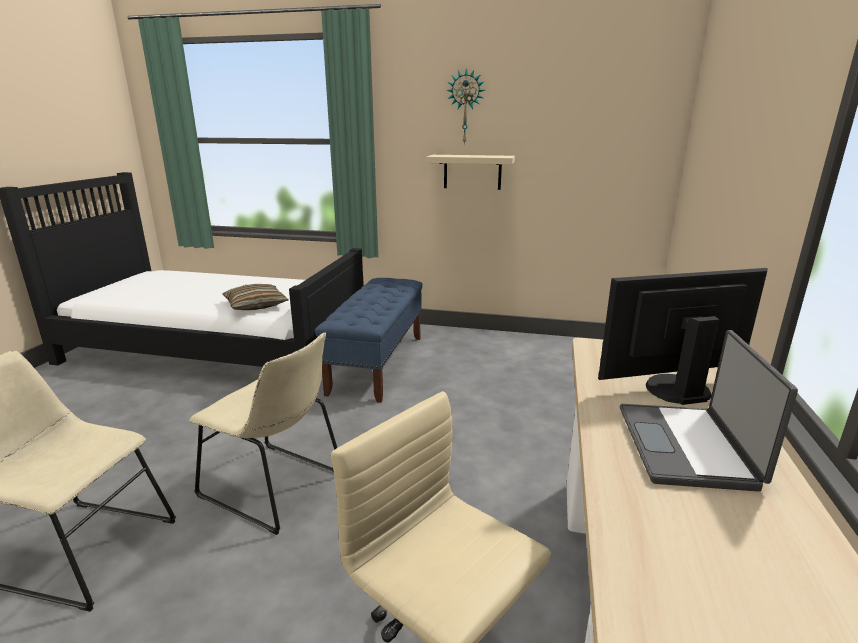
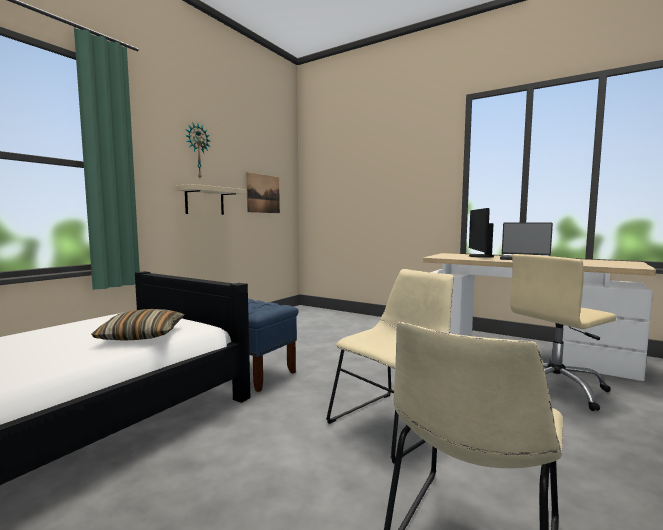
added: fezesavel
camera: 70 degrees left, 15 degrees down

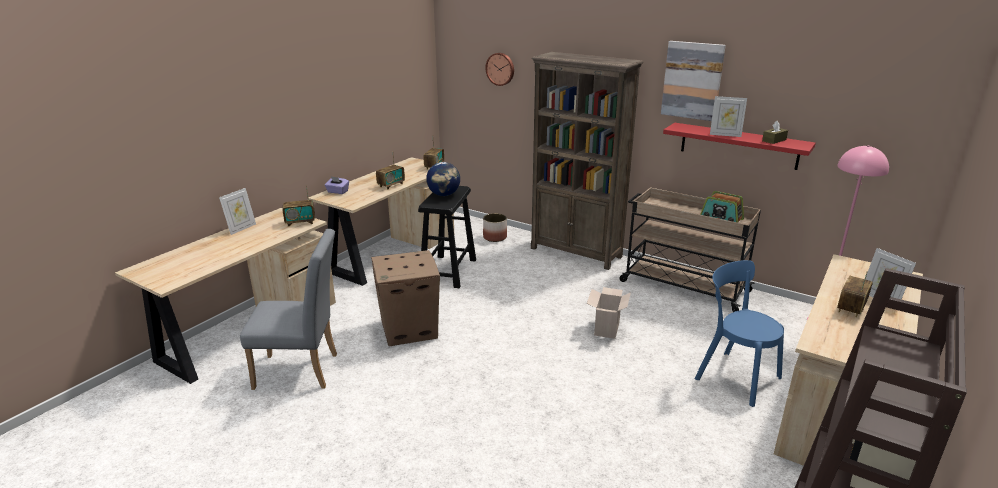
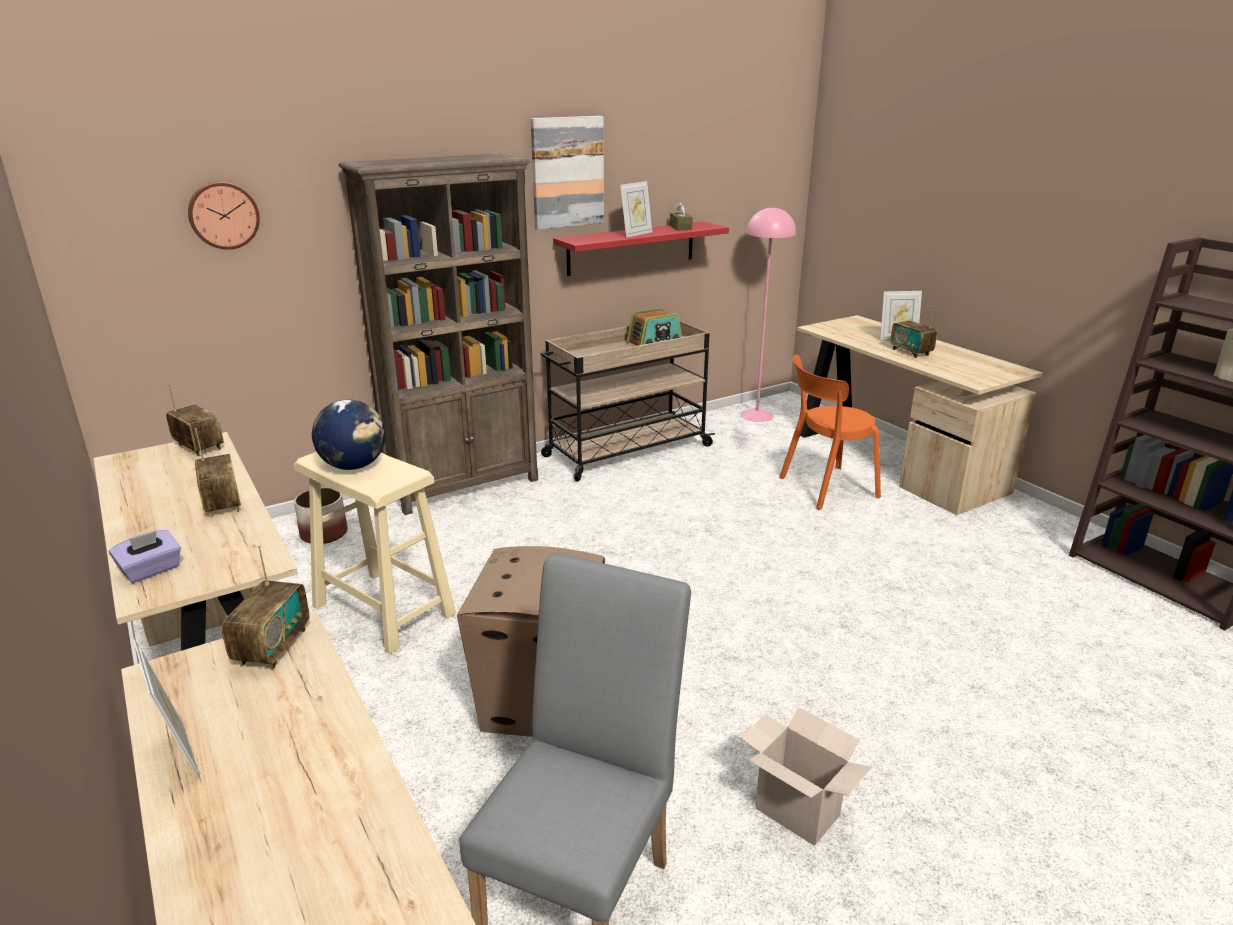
moved: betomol (2nd from left)
recoloured: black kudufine to beige kudufine; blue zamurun to orange zamurun
camera: 65 degrees left, 0 degrees up

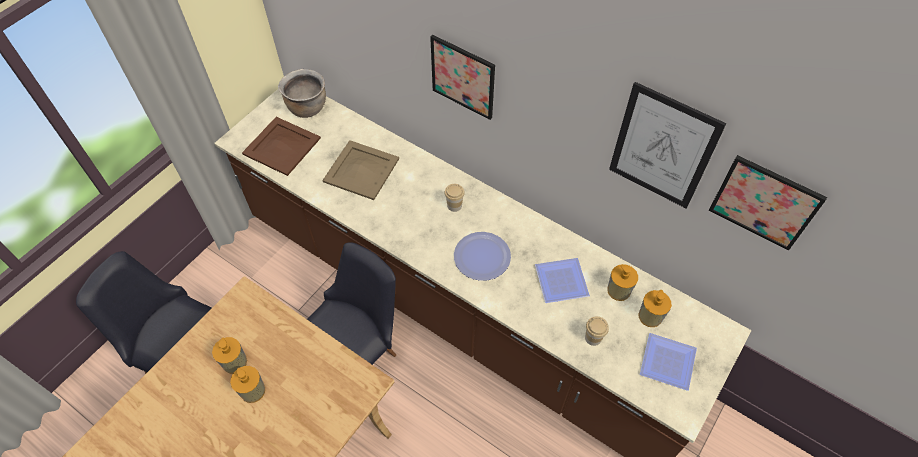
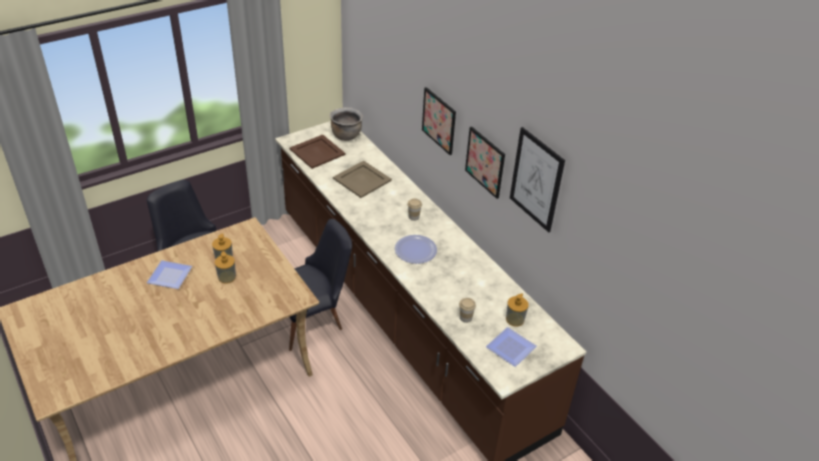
removed: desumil (3rd from left)
moved: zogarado (2nd from left in the first image) to zogarado (1st from left); fezesavel (3rd from left in the first image) to fezesavel (2nd from left)
camera: 20 degrees right, 15 degrees down

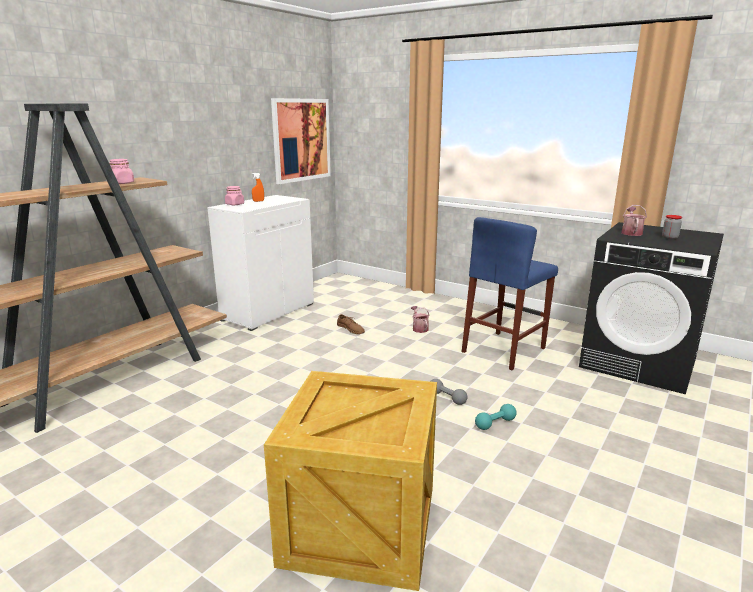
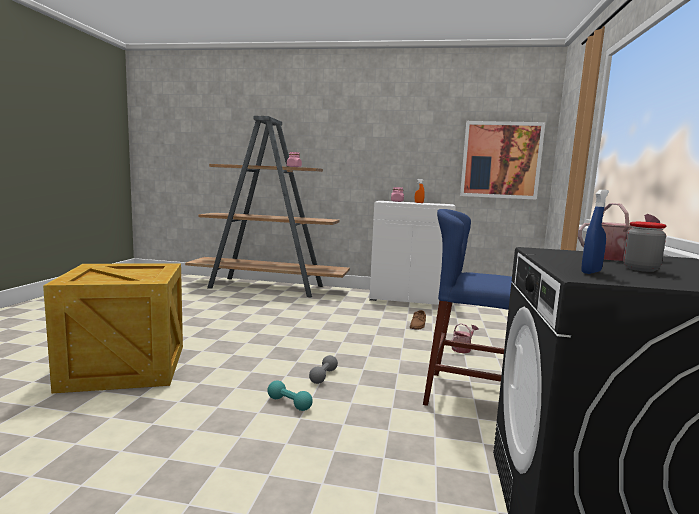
added: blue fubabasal
camera: 65 degrees right, 10 degrees down

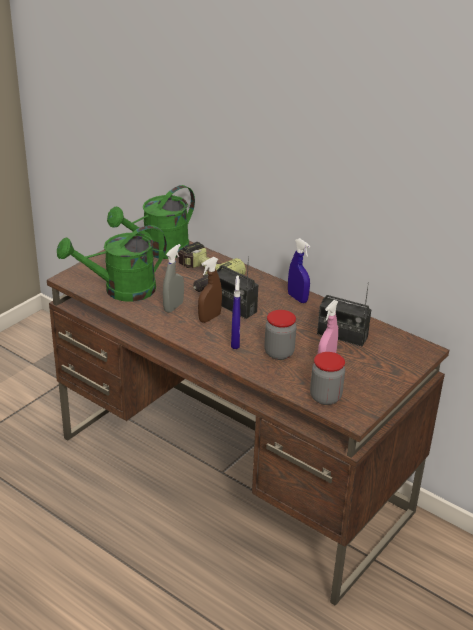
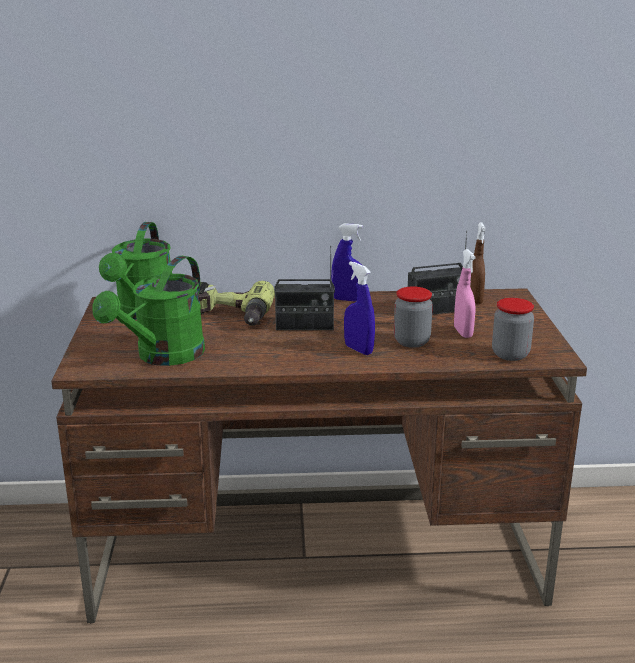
removed: grey fubabasal
moved: brown fubabasal
camera: 40 degrees left, 10 degrees down

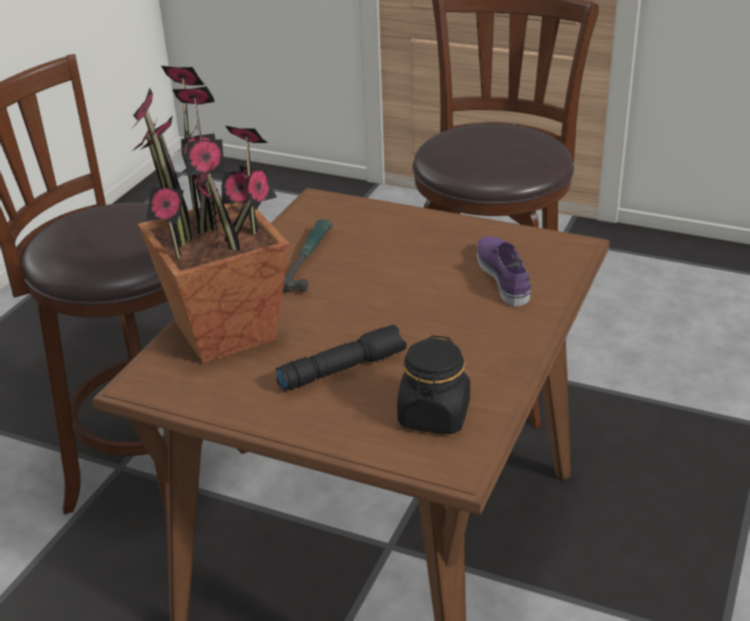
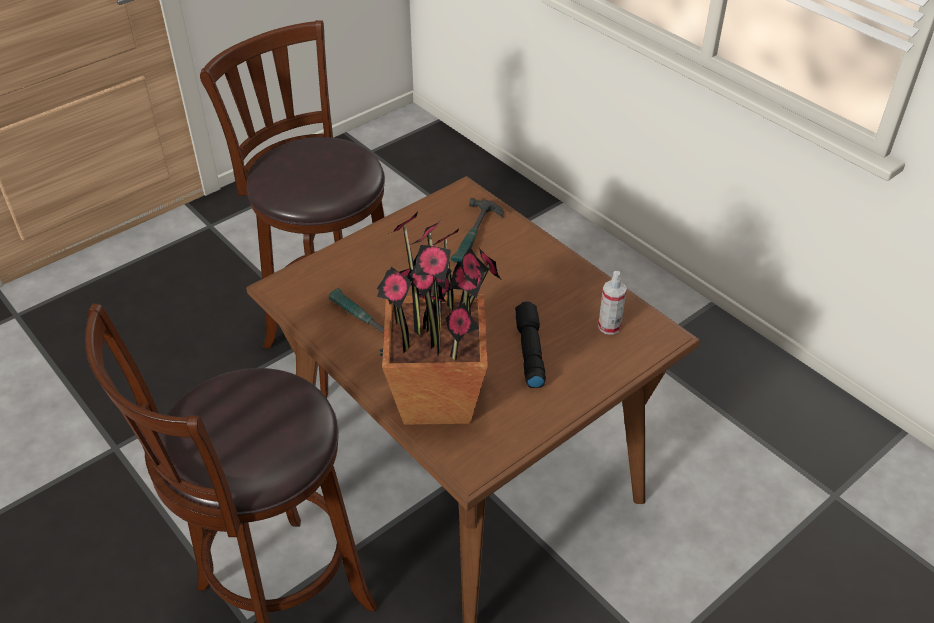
replaced: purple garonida to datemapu (2nd from left); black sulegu to fubabasal
camera: 65 degrees left, 10 degrees up

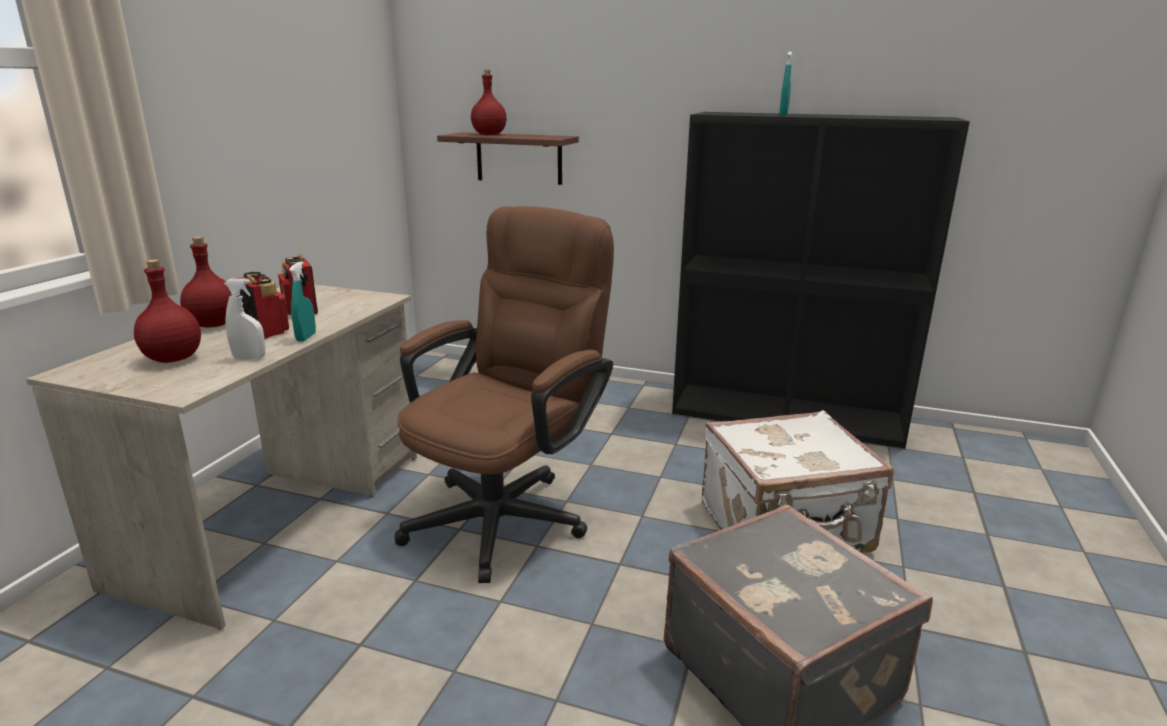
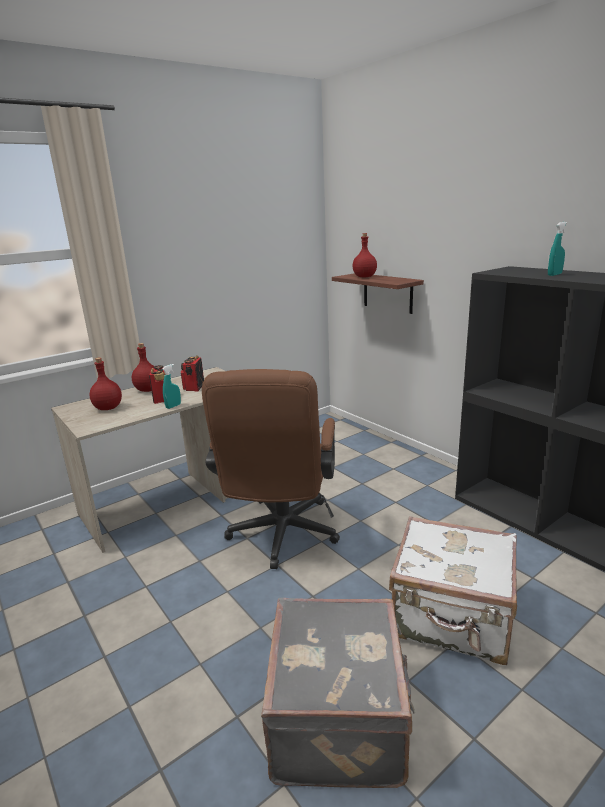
removed: white fubabasal
turned: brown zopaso 120 degrees clockwise
camera: 35 degrees right, 0 degrees up

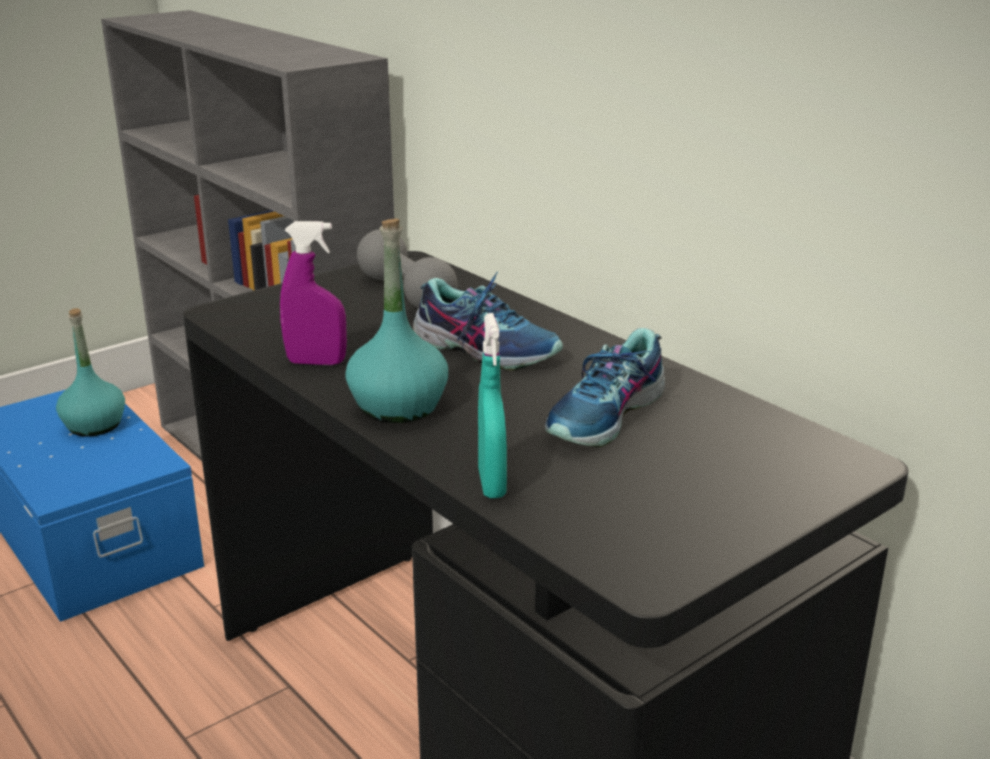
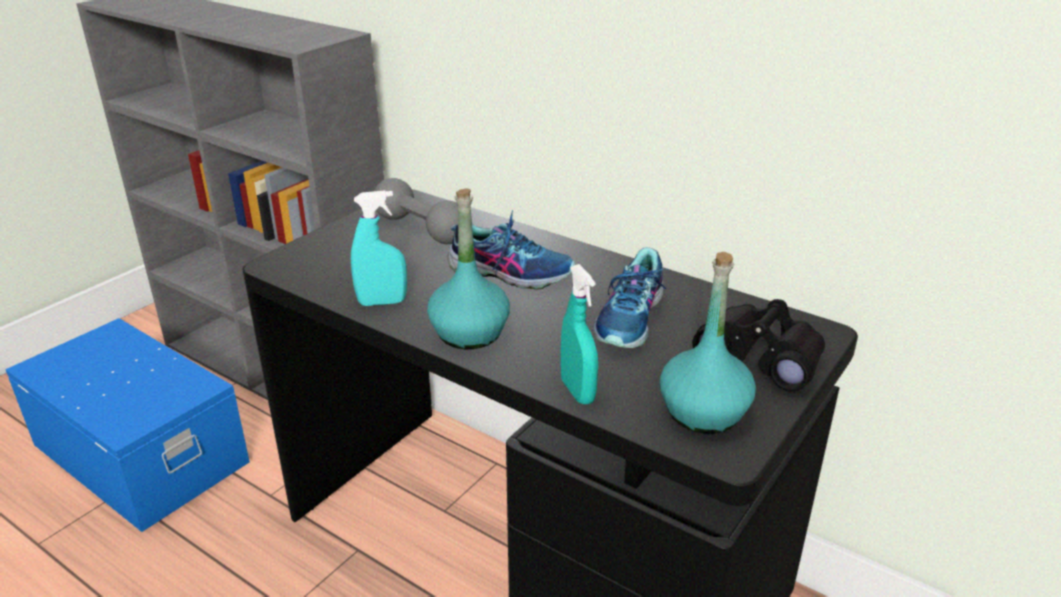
added: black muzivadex
moved: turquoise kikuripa (1st from left in the first image) to turquoise kikuripa (2nd from left)
recoloured: purple fubabasal to turquoise fubabasal (1st from left)
camera: 15 degrees left, 5 degrees up

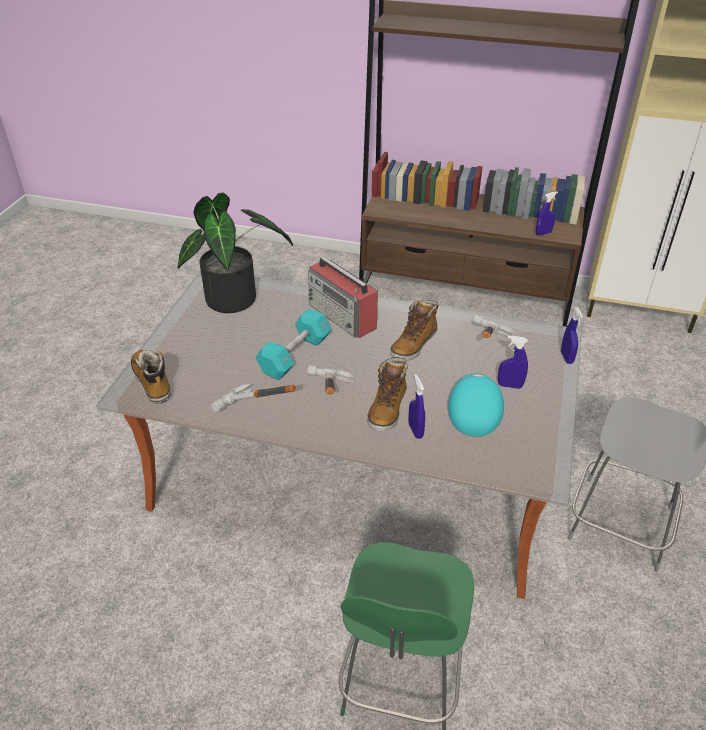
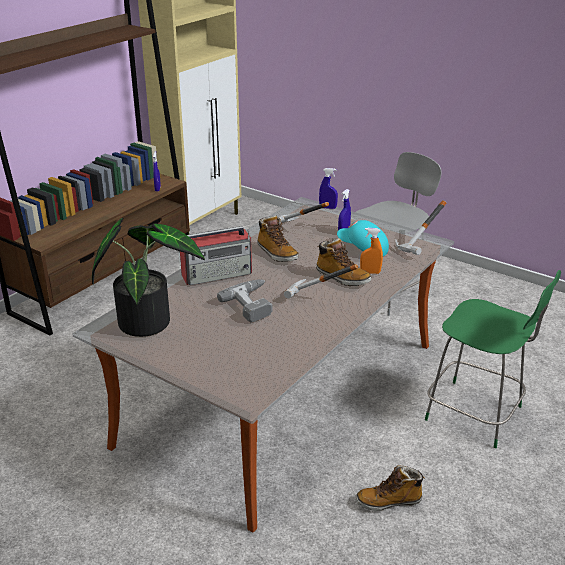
moved: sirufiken (1st from left in the first image) to sirufiken (3rd from left); datemapu (1st from left in the first image) to datemapu (3rd from left)
replaced: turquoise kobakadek to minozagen
recoloured: blue fubabasal (1st from left) to orange fubabasal
camera: 70 degrees left, 10 degrees down

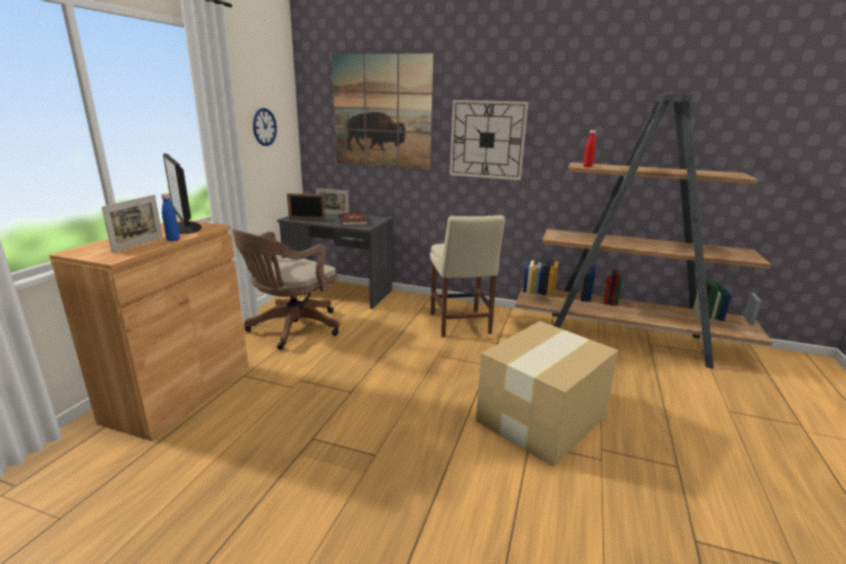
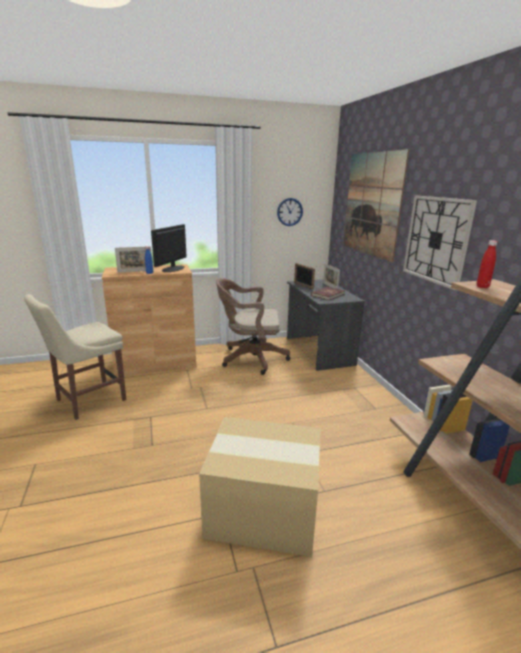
moved: beige zamurun
camera: 55 degrees right, 0 degrees up

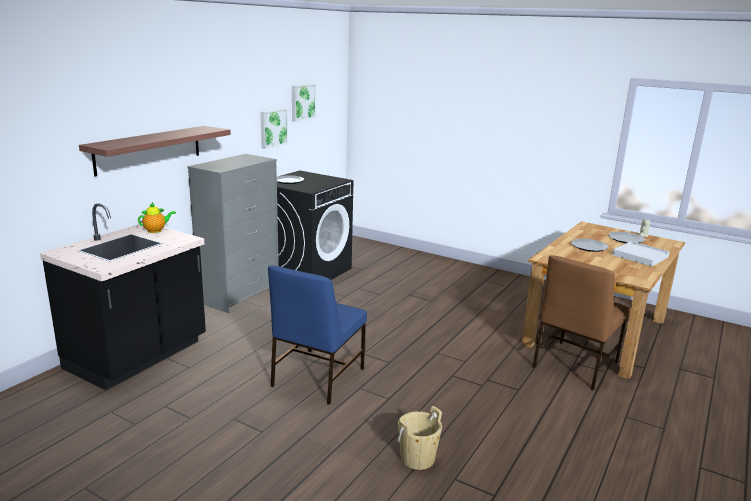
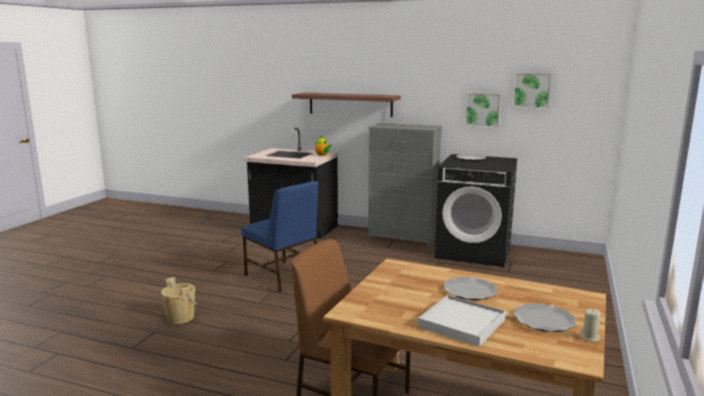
turned: blue zamurun 150 degrees counterclockwise
camera: 80 degrees right, 5 degrees down

